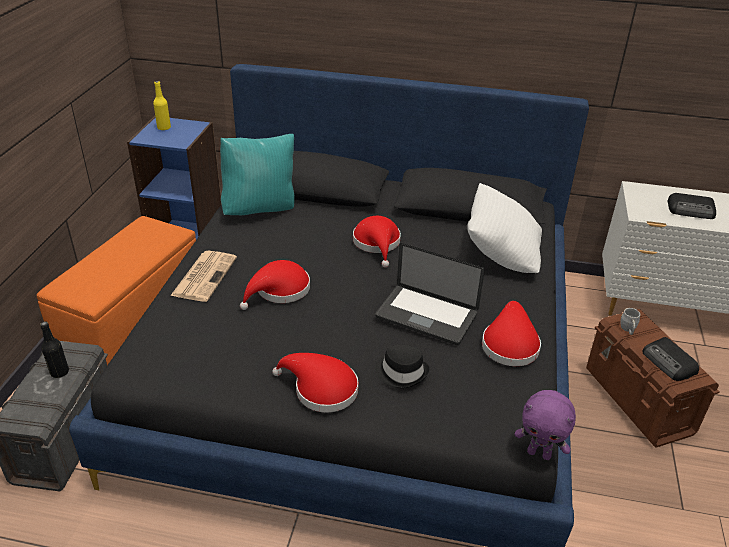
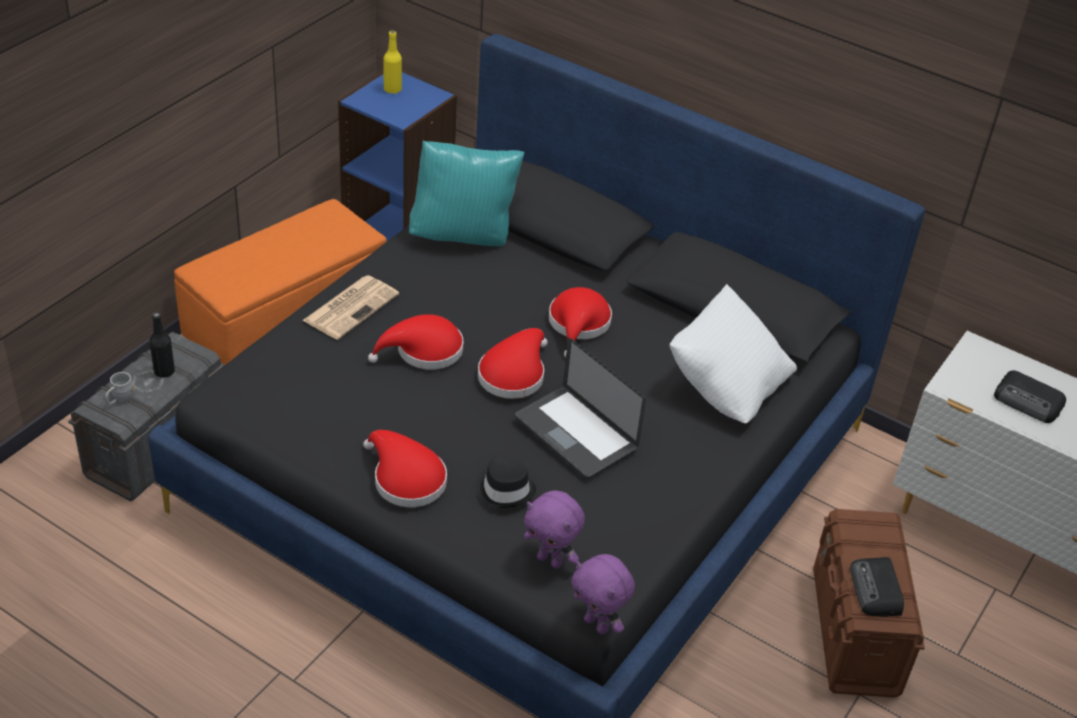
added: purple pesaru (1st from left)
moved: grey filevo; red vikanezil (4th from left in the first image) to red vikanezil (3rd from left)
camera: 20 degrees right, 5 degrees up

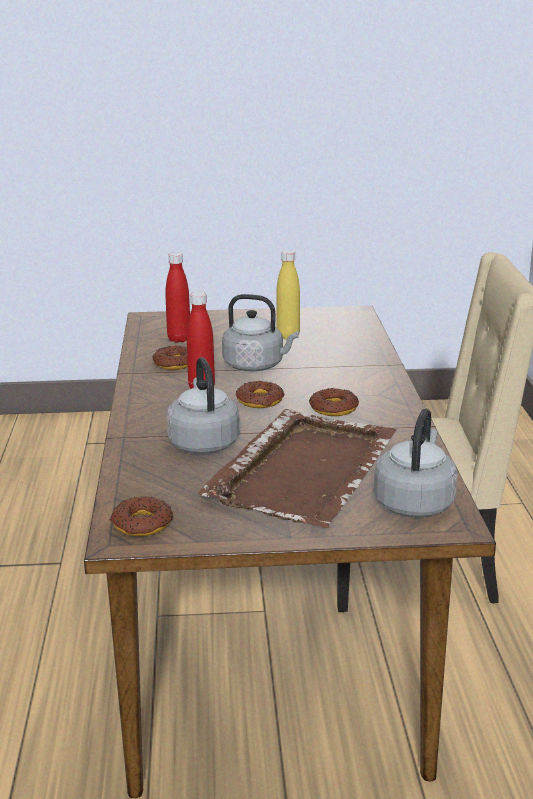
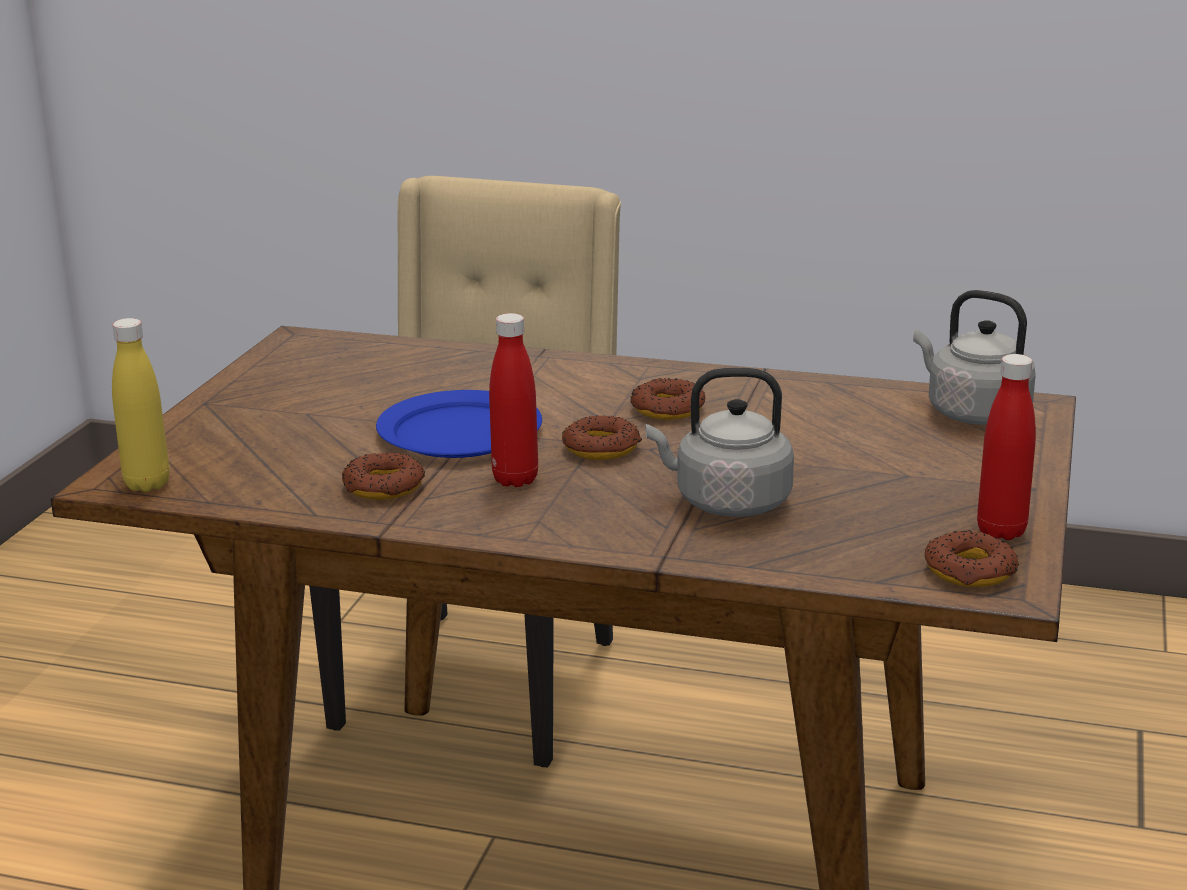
removed: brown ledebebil
moved: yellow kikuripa; red kikuripa (1st from left in the first image) to red kikuripa (2nd from left)
replaced: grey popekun (2nd from left) to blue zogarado
camera: 70 degrees left, 0 degrees up

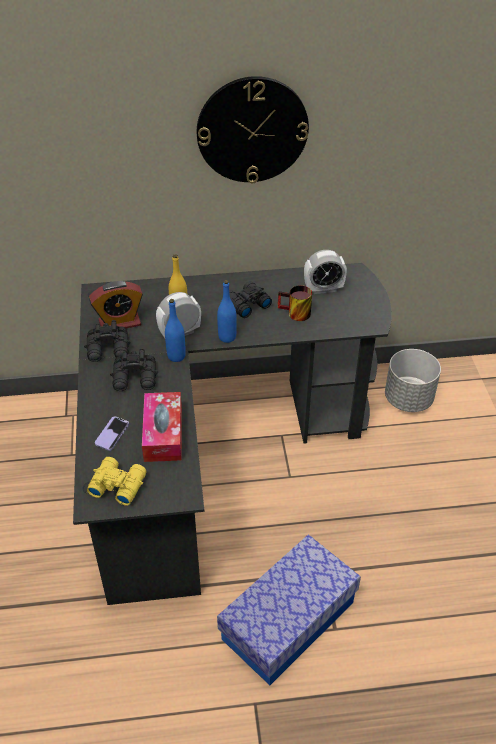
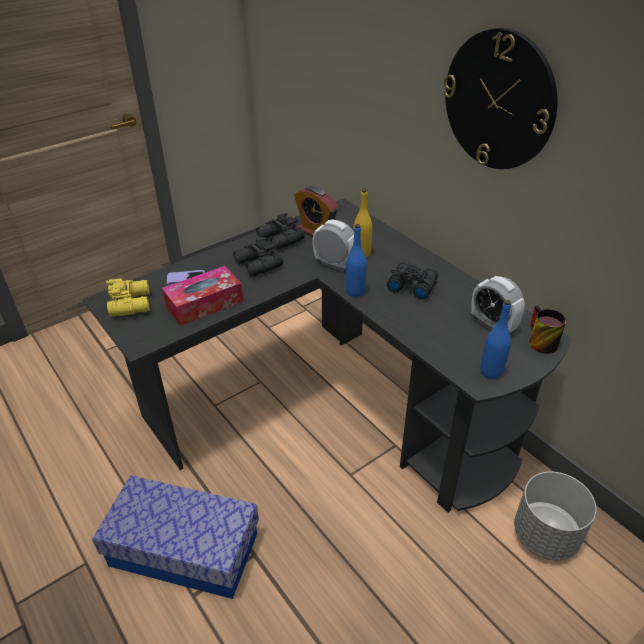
moved: blue kikuripa (1st from left in the first image) to blue kikuripa (2nd from left); filevo
camera: 60 degrees right, 5 degrees down

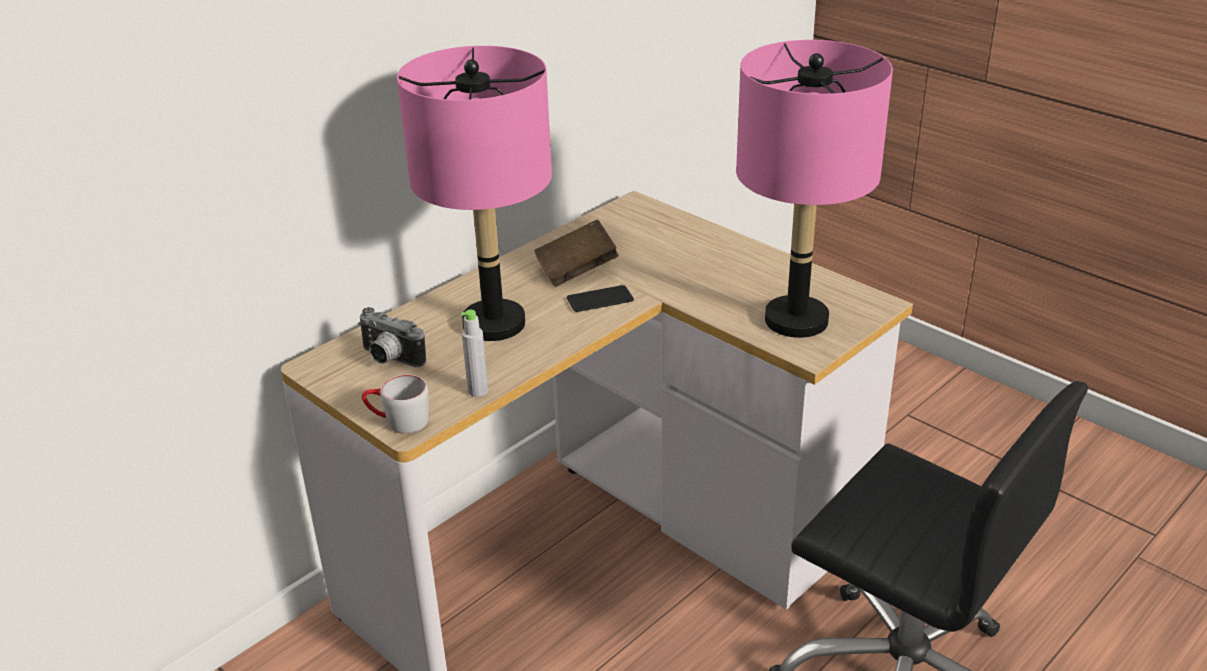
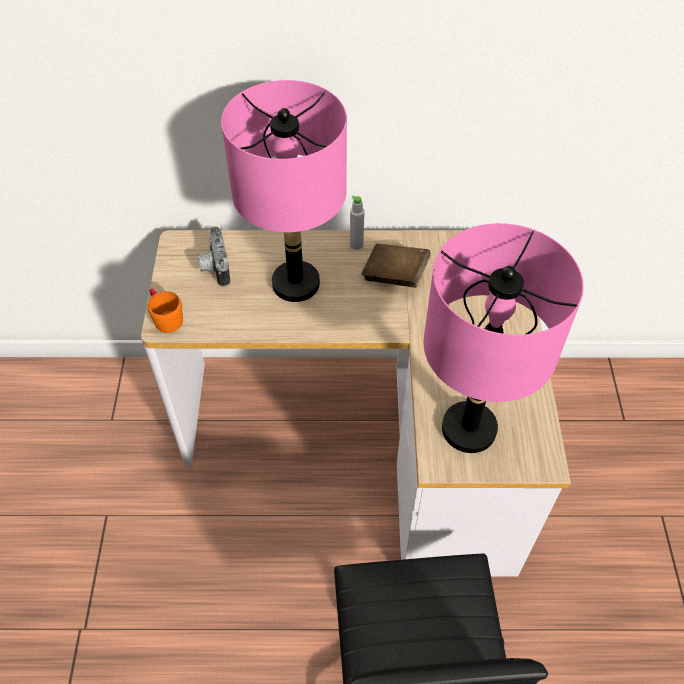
removed: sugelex
moved: grey kikuripa
recoloured: grey filevo to orange filevo
camera: 45 degrees right, 20 degrees up

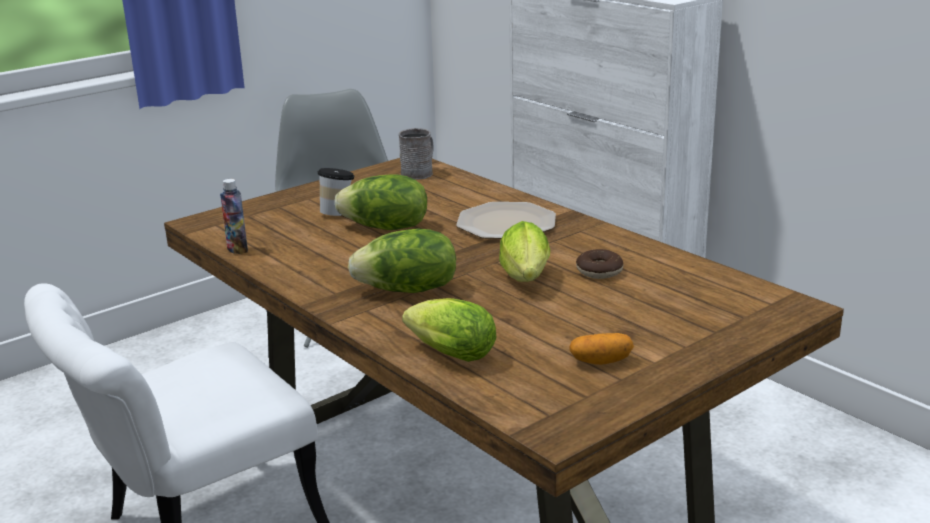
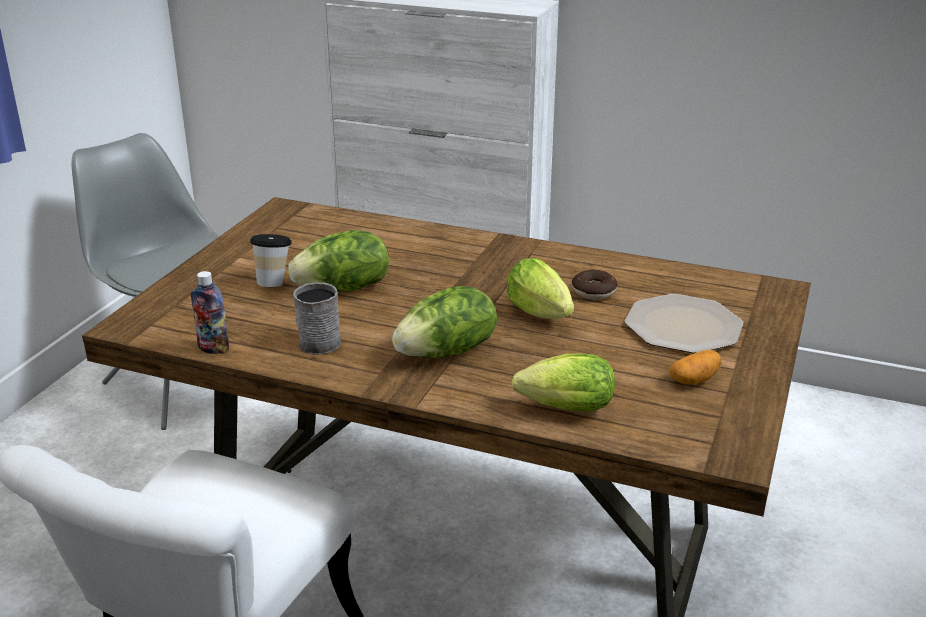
moved: grey filevo; zogarado
camera: 30 degrees left, 5 degrees up

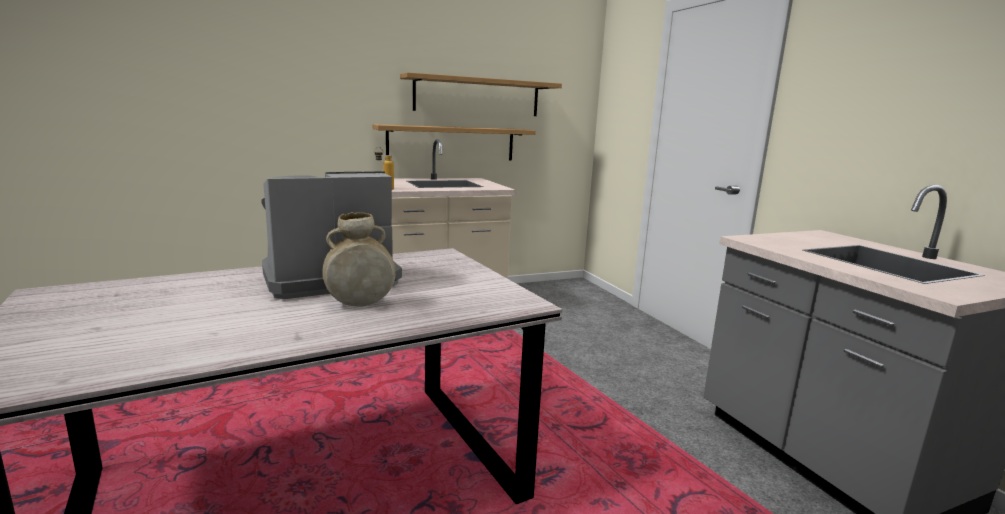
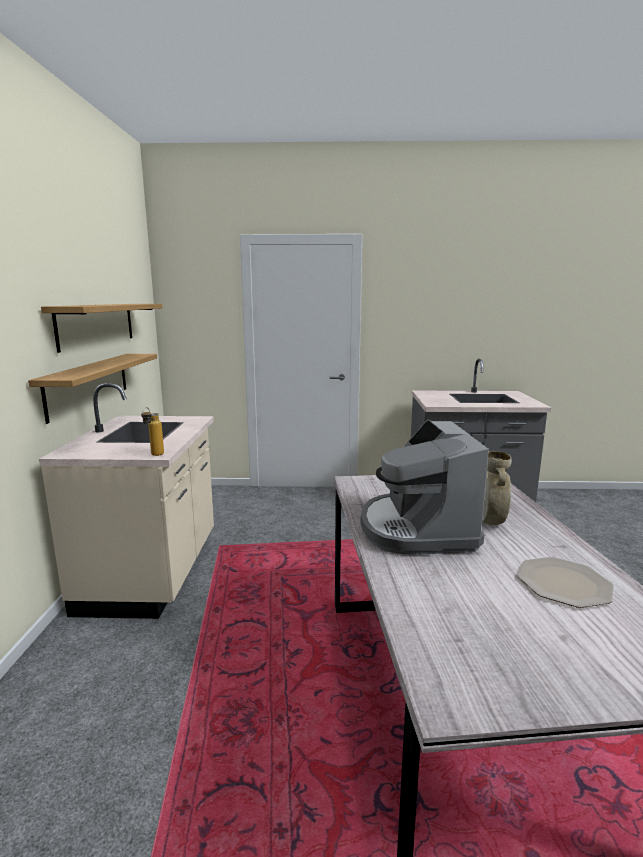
added: zogarado
camera: 65 degrees left, 0 degrees up

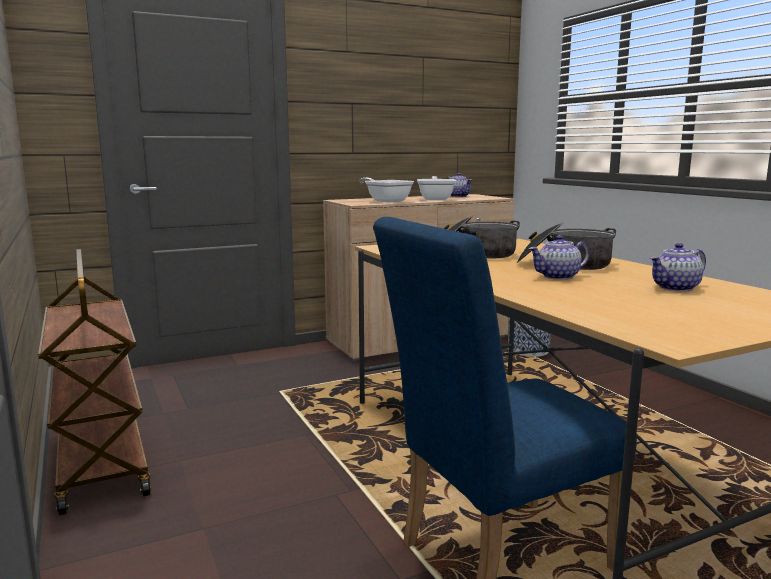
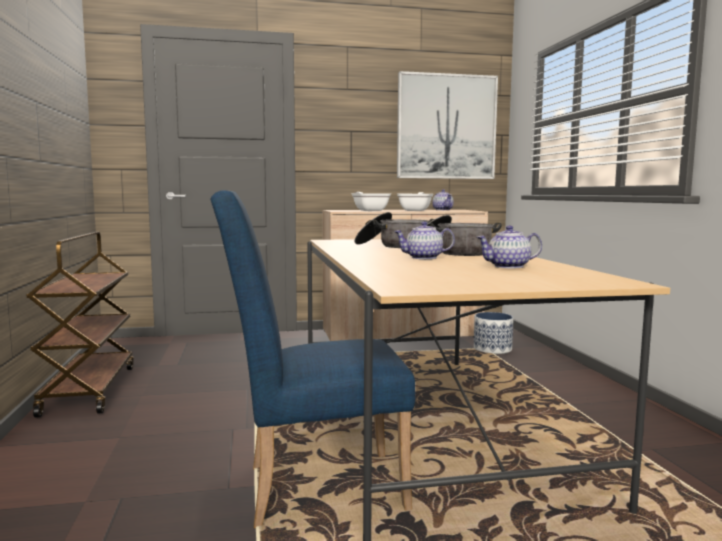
added: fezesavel
camera: 15 degrees right, 5 degrees down

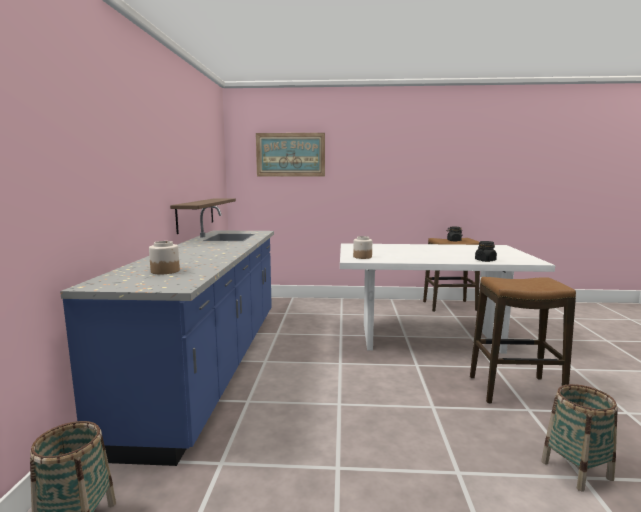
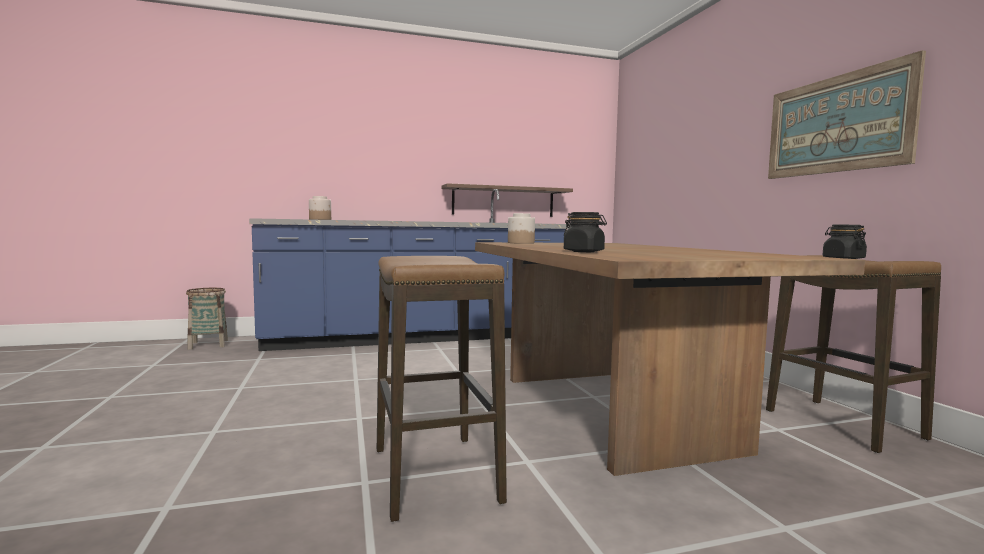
removed: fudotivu (2nd from left)
moved: fezesavel
recoloured: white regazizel to brown regazizel
camera: 70 degrees right, 5 degrees down

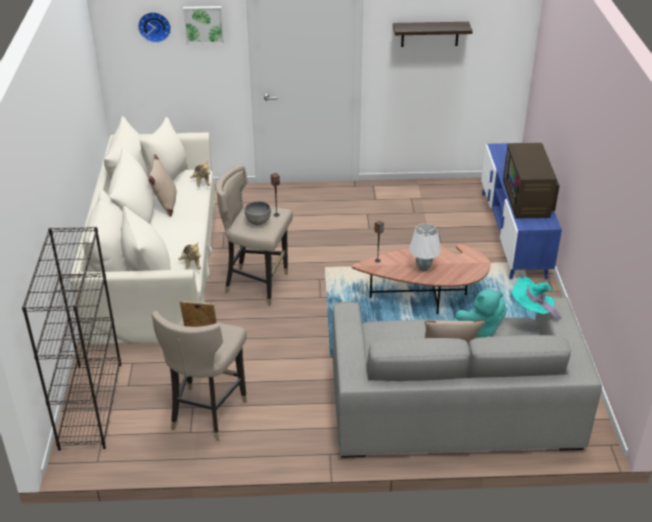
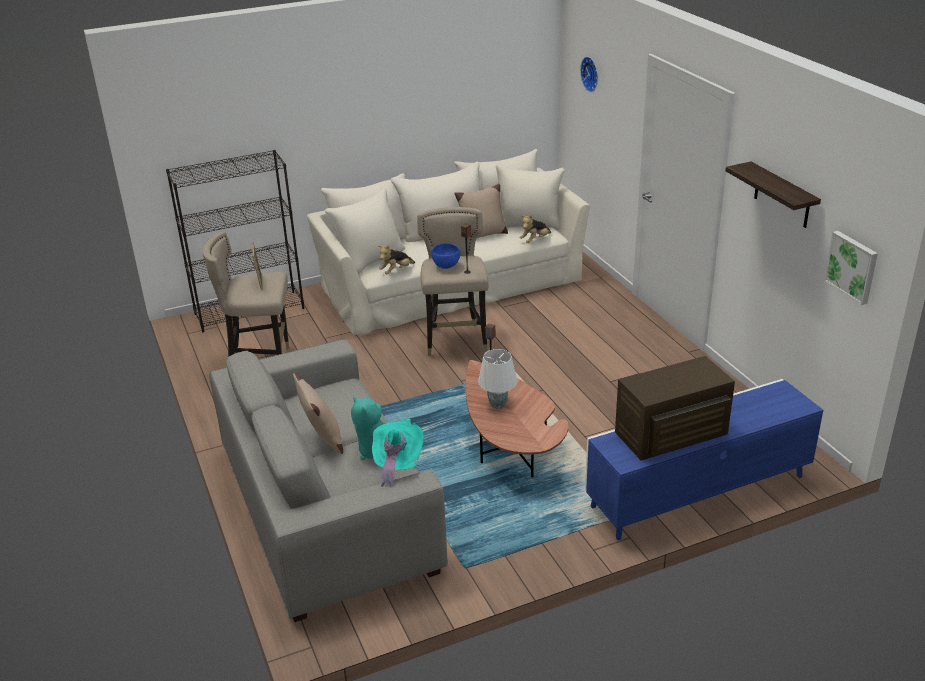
moved: fezesavel
recoloured: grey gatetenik to blue gatetenik
camera: 70 degrees right, 5 degrees down

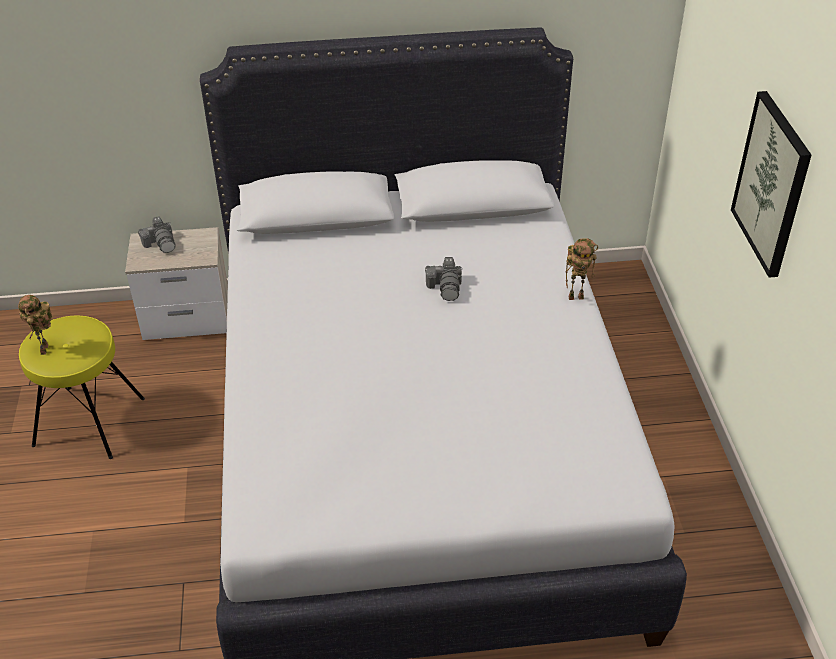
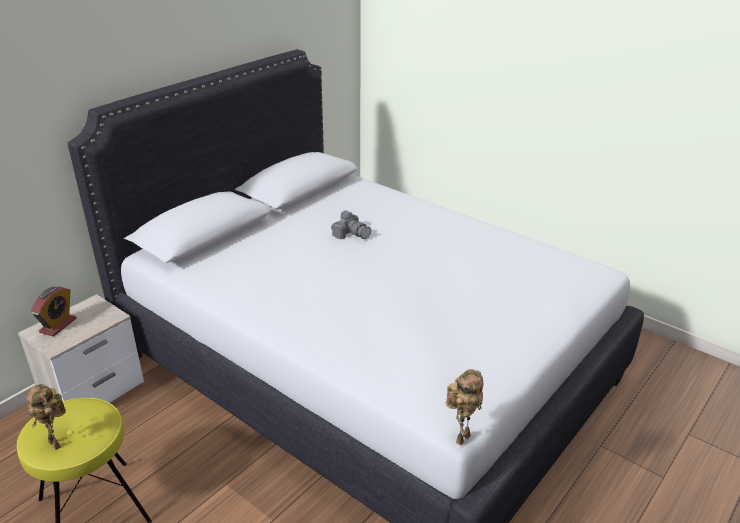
removed: fezesavel
moved: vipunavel (2nd from left)
replaced: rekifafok (1st from left) to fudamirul
camera: 45 degrees left, 10 degrees down

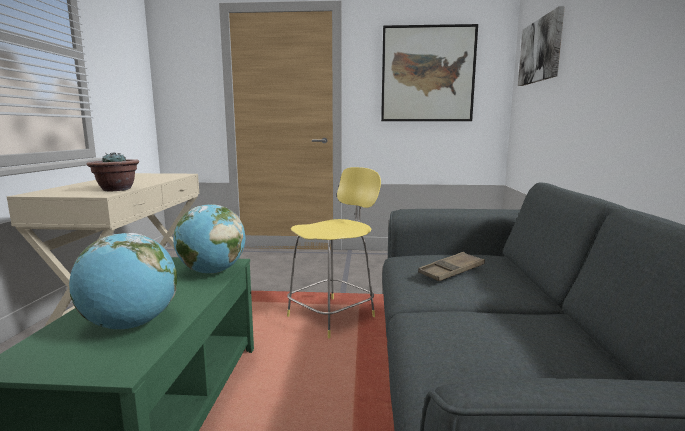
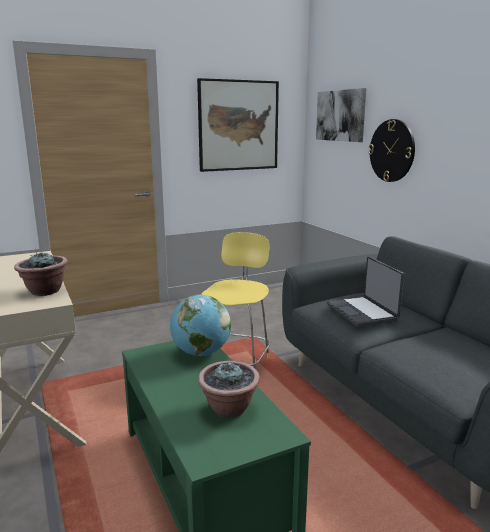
added: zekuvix
replaced: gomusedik (1st from left) to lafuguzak (2nd from left); brown ledebebil to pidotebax
camera: 30 degrees left, 5 degrees up

